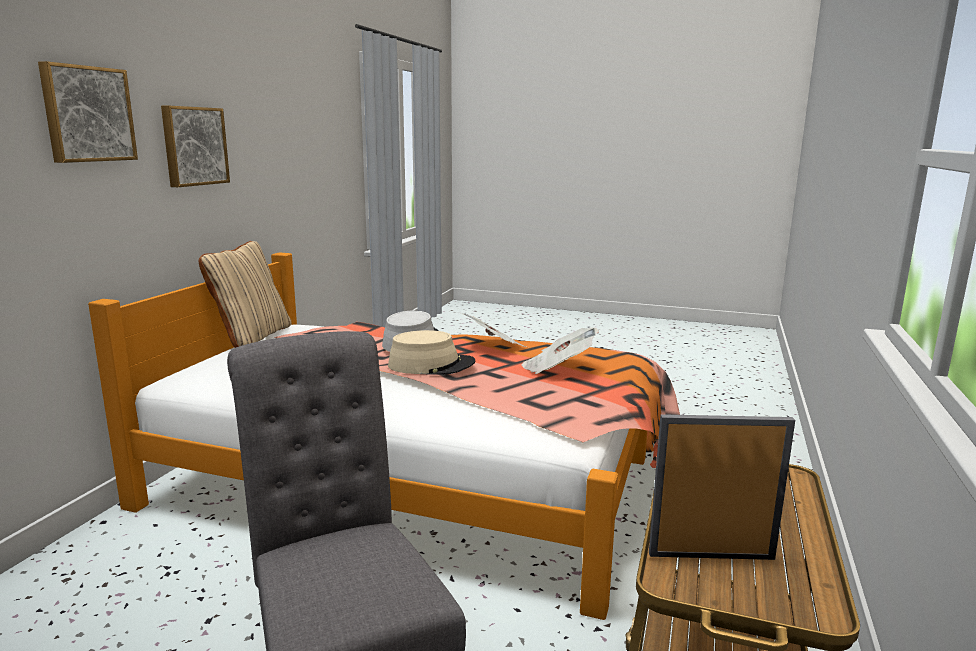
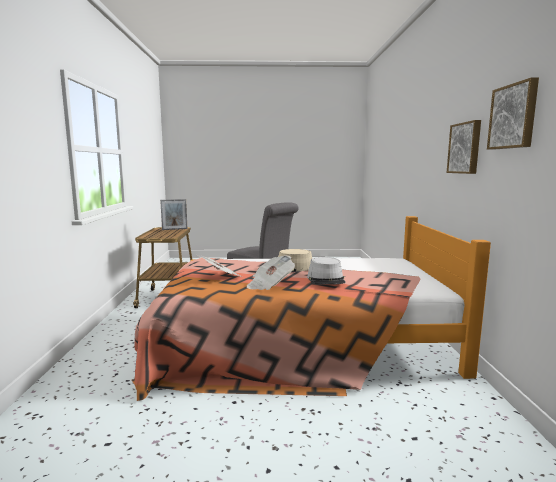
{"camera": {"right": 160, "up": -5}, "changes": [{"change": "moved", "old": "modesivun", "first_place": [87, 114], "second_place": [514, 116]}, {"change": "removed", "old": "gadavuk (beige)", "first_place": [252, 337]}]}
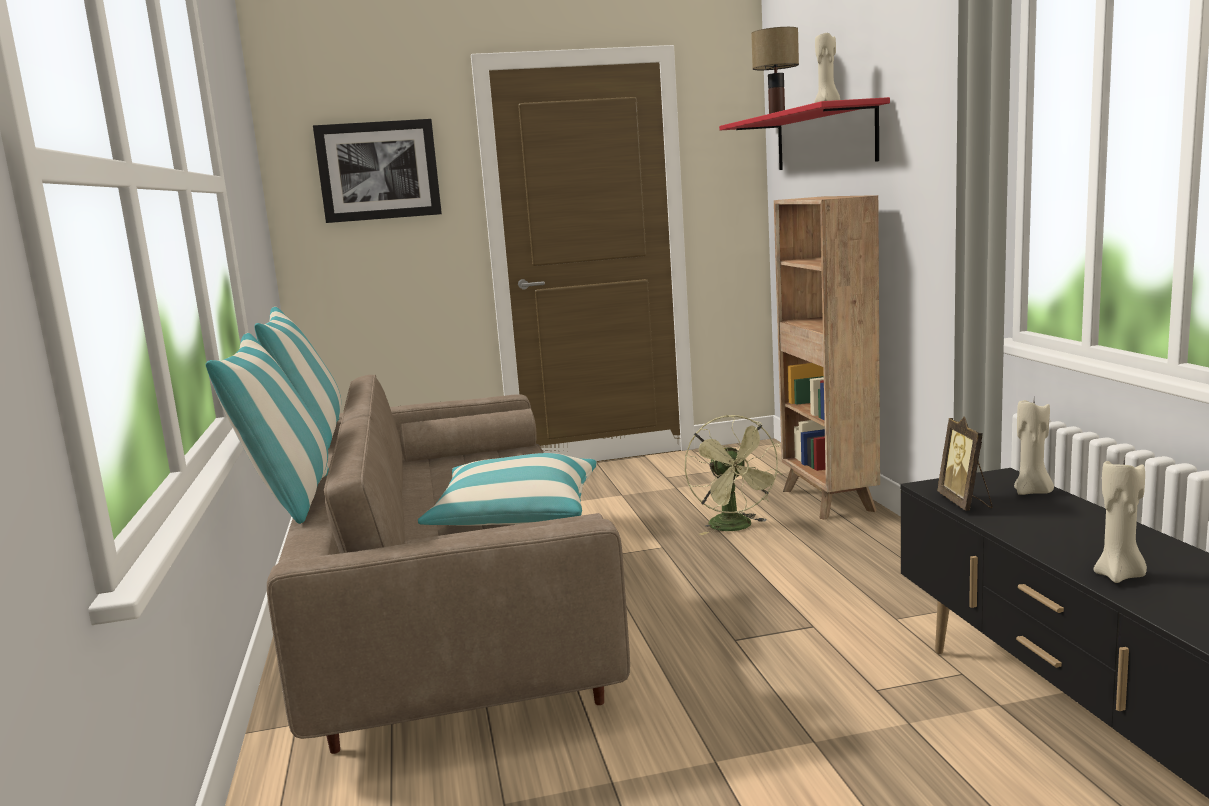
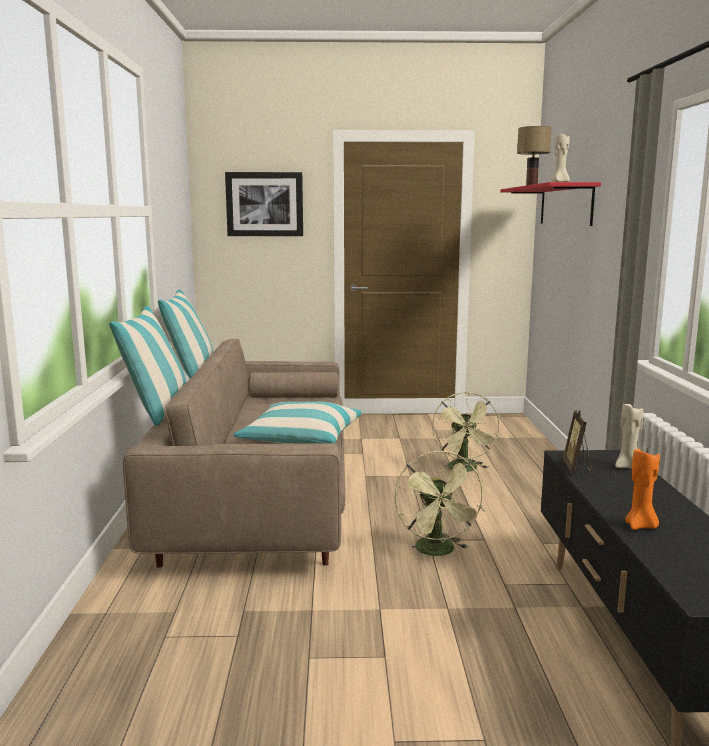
{"camera": {"right": 10, "up": 0}, "changes": [{"change": "removed", "old": "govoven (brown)", "first_place": [828, 501]}, {"change": "recoloured", "old": "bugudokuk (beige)", "new": "bugudokuk (orange)", "first_place": [1119, 576], "second_place": [640, 526]}, {"change": "added", "new": "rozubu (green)", "second_place": [438, 552]}]}
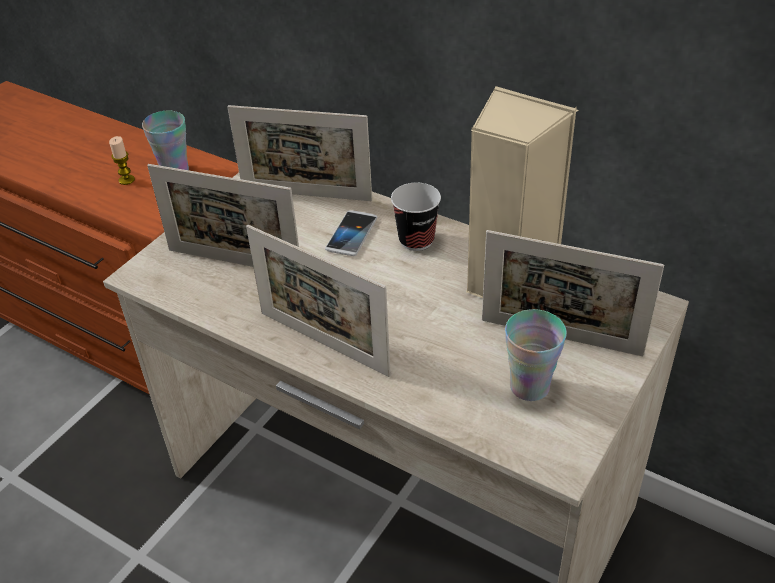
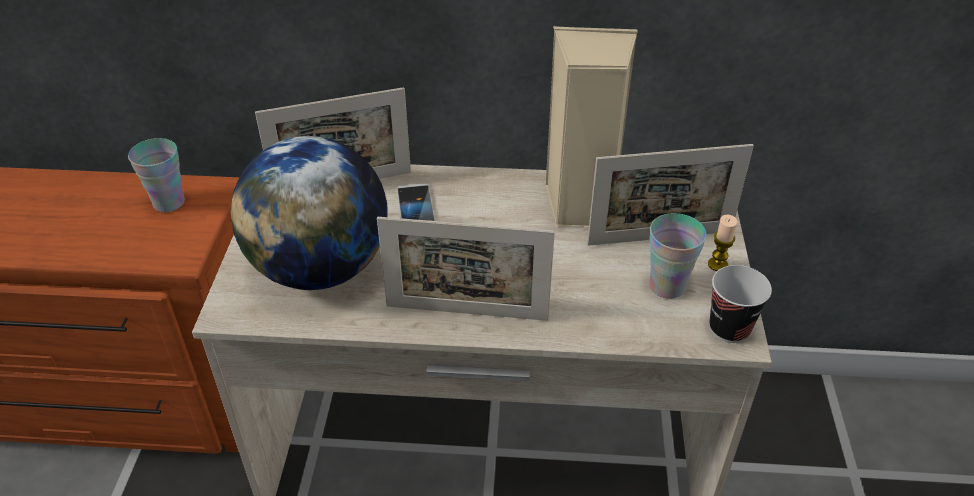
{"camera": {"right": -30, "up": 0}, "changes": [{"change": "moved", "old": "bugudokuk", "first_place": [126, 180], "second_place": [717, 264]}, {"change": "replaced", "old": "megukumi", "new": "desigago", "first_place": [234, 262], "second_place": [321, 268]}, {"change": "moved", "old": "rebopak", "first_place": [416, 240], "second_place": [729, 328]}]}
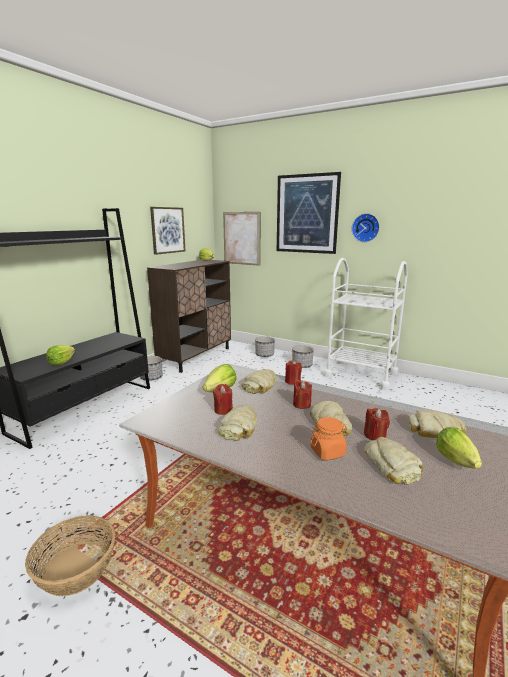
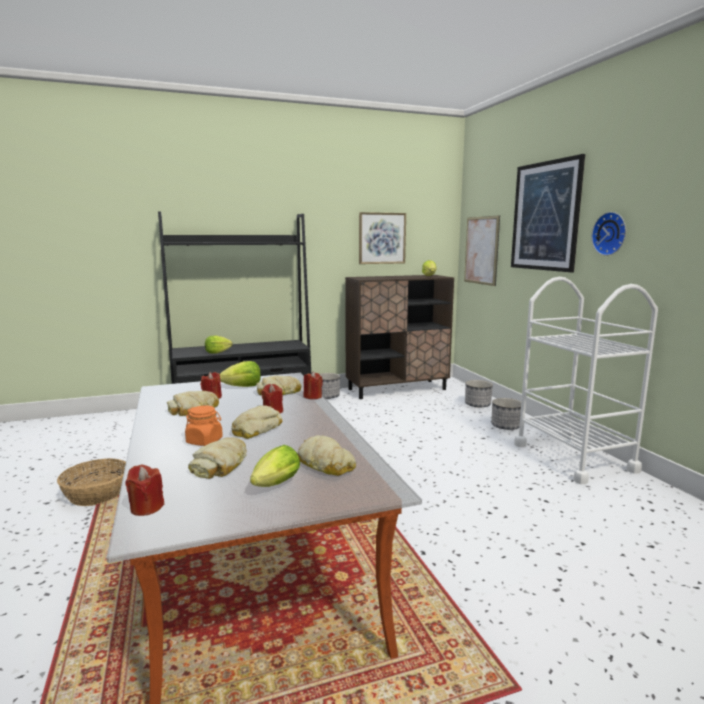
{"camera": {"right": 40, "up": -5}, "changes": [{"change": "moved", "old": "bugudokuk (red)", "first_place": [375, 435], "second_place": [146, 507]}]}
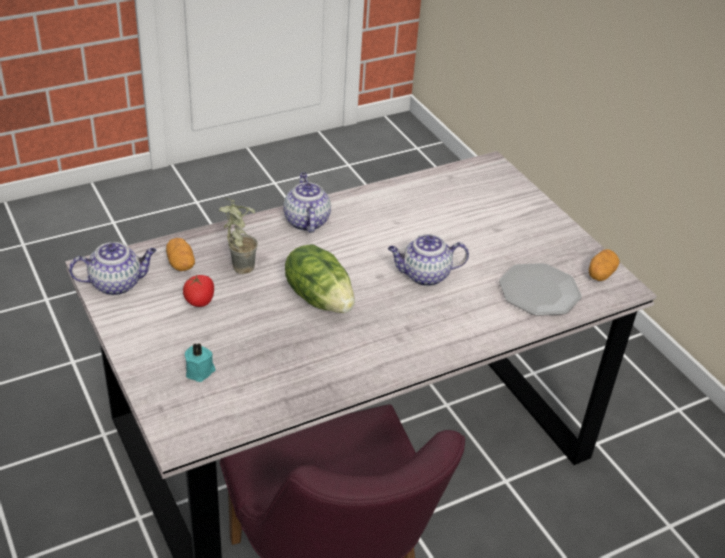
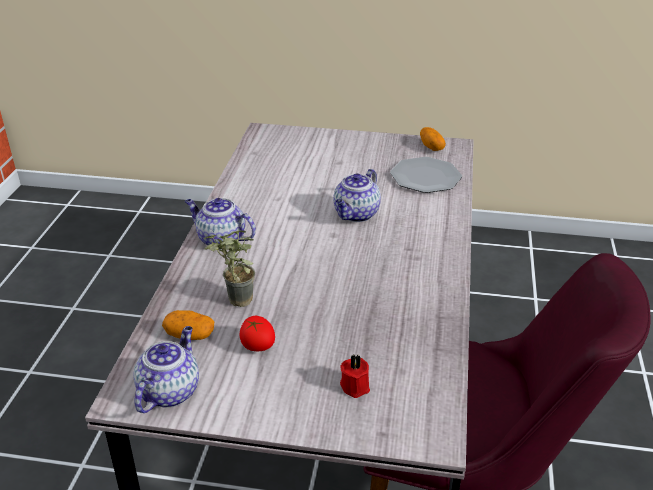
{"camera": {"right": -50, "up": -5}, "changes": [{"change": "recoloured", "old": "bugudokuk (turquoise)", "new": "bugudokuk (red)", "first_place": [200, 371], "second_place": [355, 385]}, {"change": "removed", "old": "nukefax", "first_place": [320, 298]}]}
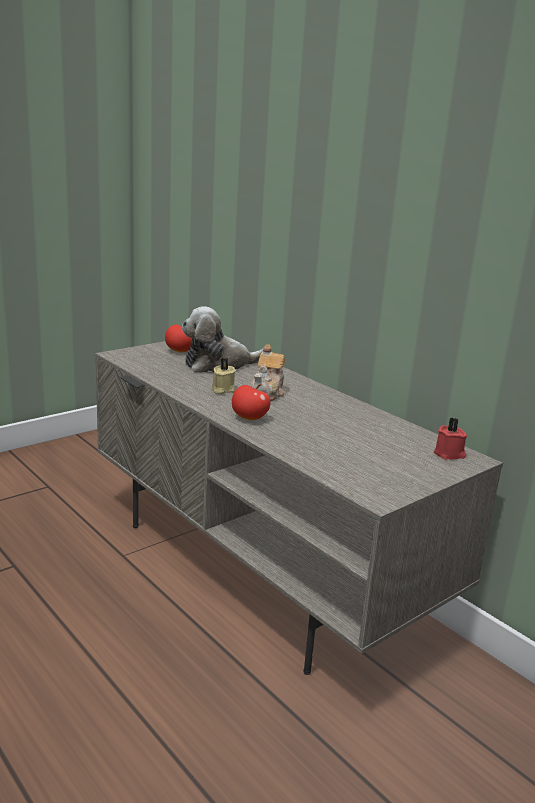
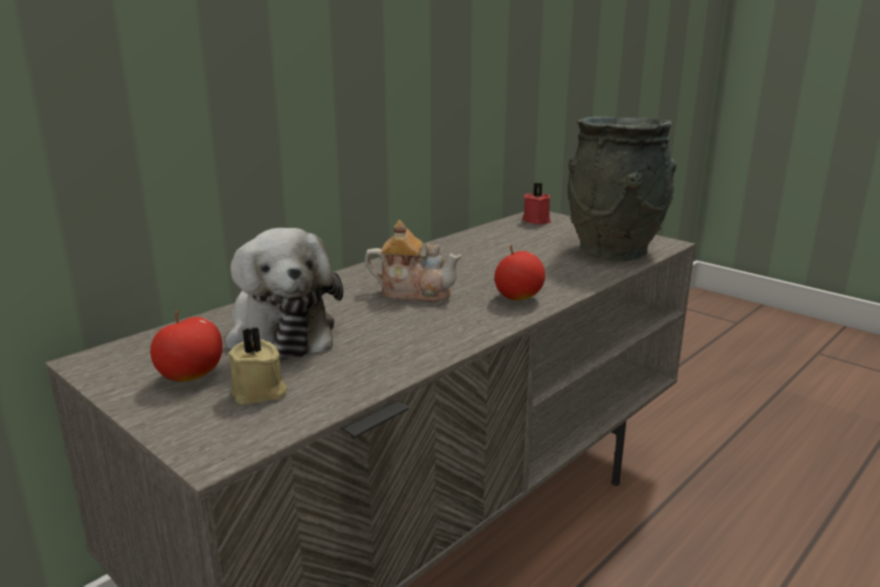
{"camera": {"right": -95, "up": 0}, "changes": [{"change": "moved", "old": "bugudokuk (beige)", "first_place": [222, 390], "second_place": [259, 393]}, {"change": "added", "new": "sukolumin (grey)", "second_place": [614, 250]}]}
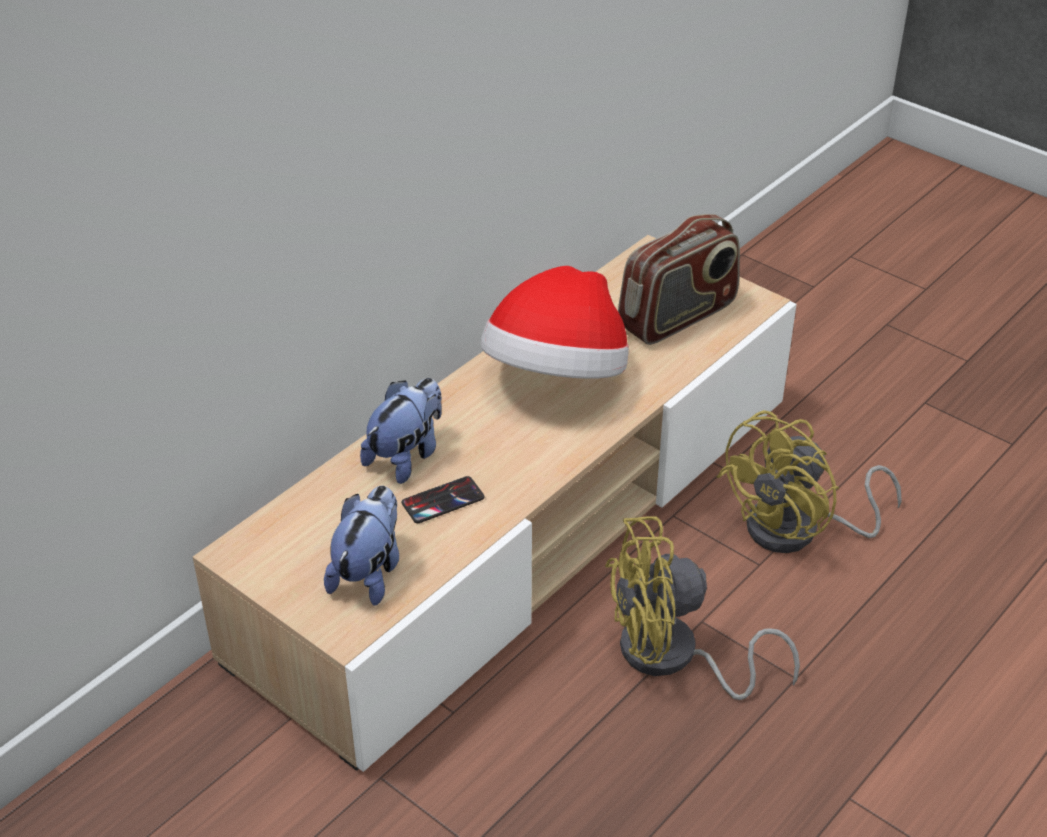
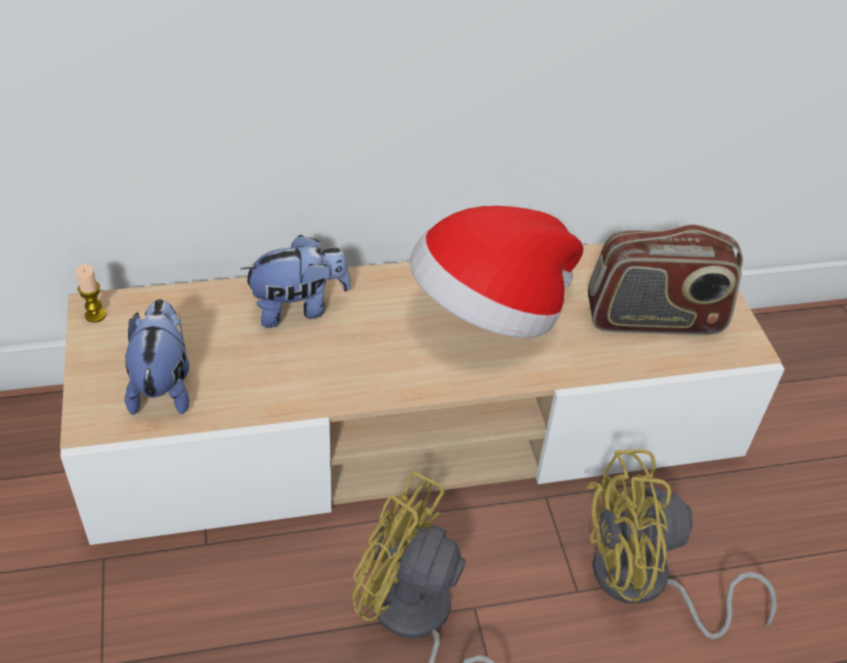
{"camera": {"right": 35, "up": 5}, "changes": [{"change": "turned", "old": "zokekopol", "first_place": [369, 572], "second_place": [163, 385], "degrees": -60}, {"change": "removed", "old": "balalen", "first_place": [443, 500]}, {"change": "added", "new": "bugudokuk", "second_place": [95, 315]}]}
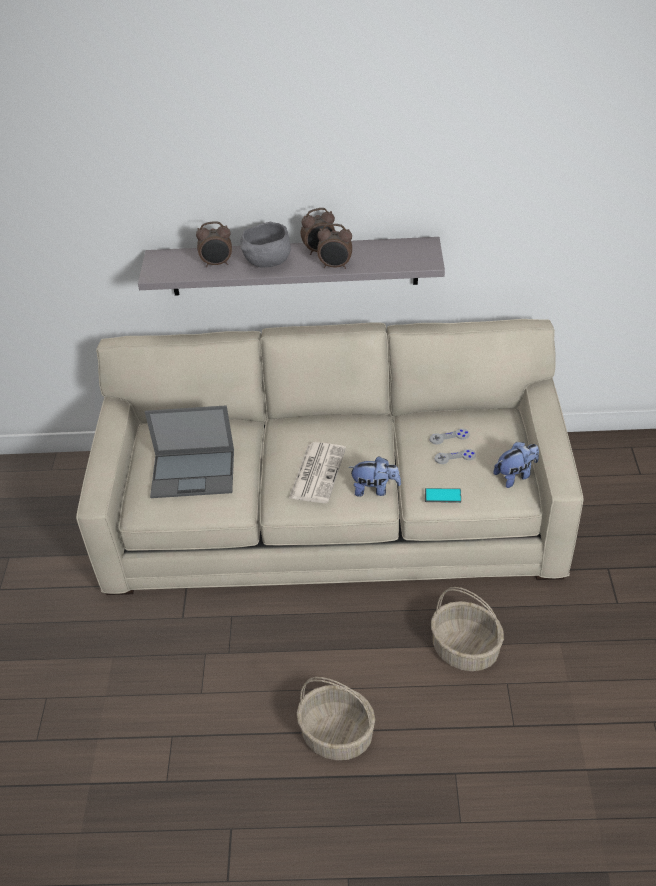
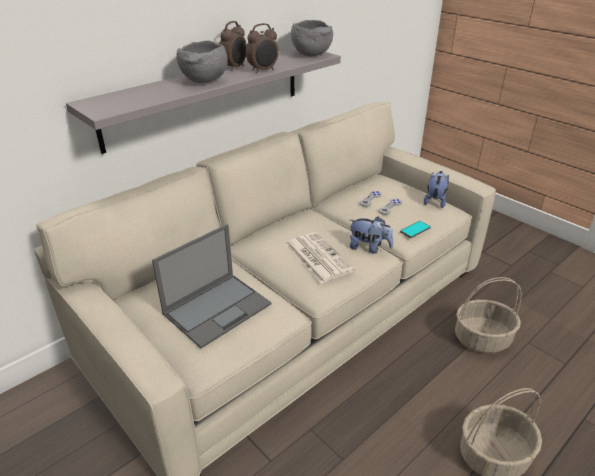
{"camera": {"right": -45, "up": -10}, "changes": [{"change": "removed", "old": "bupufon", "first_place": [217, 264]}, {"change": "turned", "old": "zokekopol", "first_place": [375, 489], "second_place": [369, 248], "degrees": 60}, {"change": "added", "new": "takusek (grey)", "second_place": [310, 55]}]}
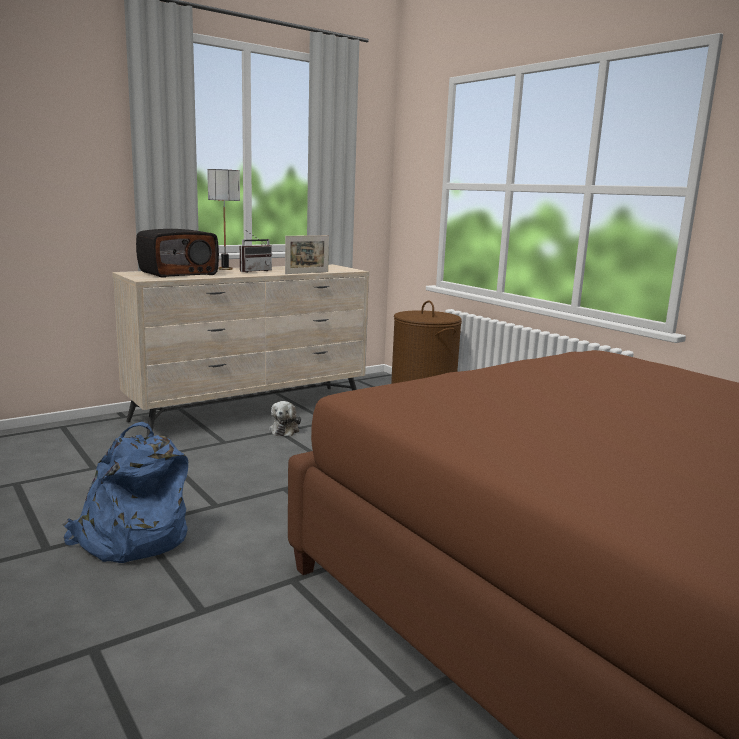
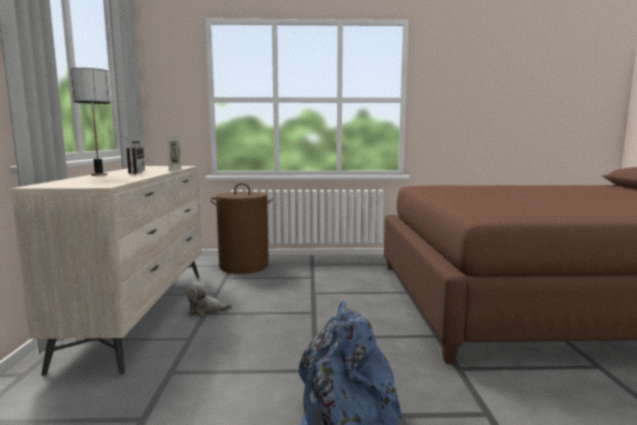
{"camera": {"right": -55, "up": -5}, "changes": [{"change": "removed", "old": "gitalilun", "first_place": [178, 273]}, {"change": "turned", "old": "zokekopol", "first_place": [285, 430], "second_place": [206, 310], "degrees": 135}]}
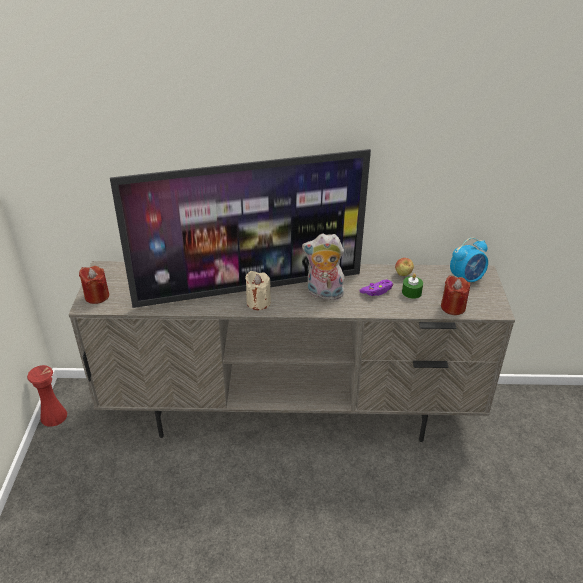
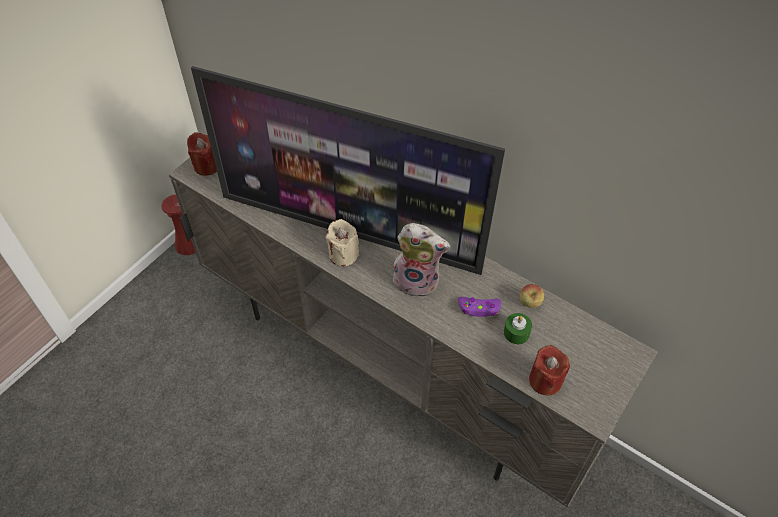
{"camera": {"right": 35, "up": 15}, "changes": [{"change": "turned", "old": "zokekopol", "first_place": [323, 294], "second_place": [418, 281], "degrees": 150}, {"change": "removed", "old": "bupufon", "first_place": [466, 279]}]}
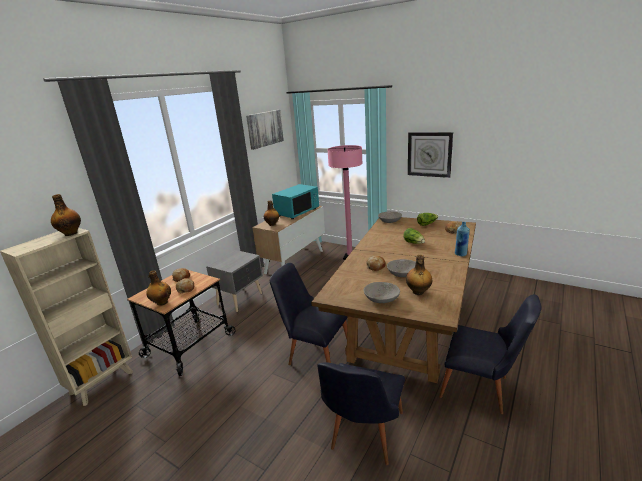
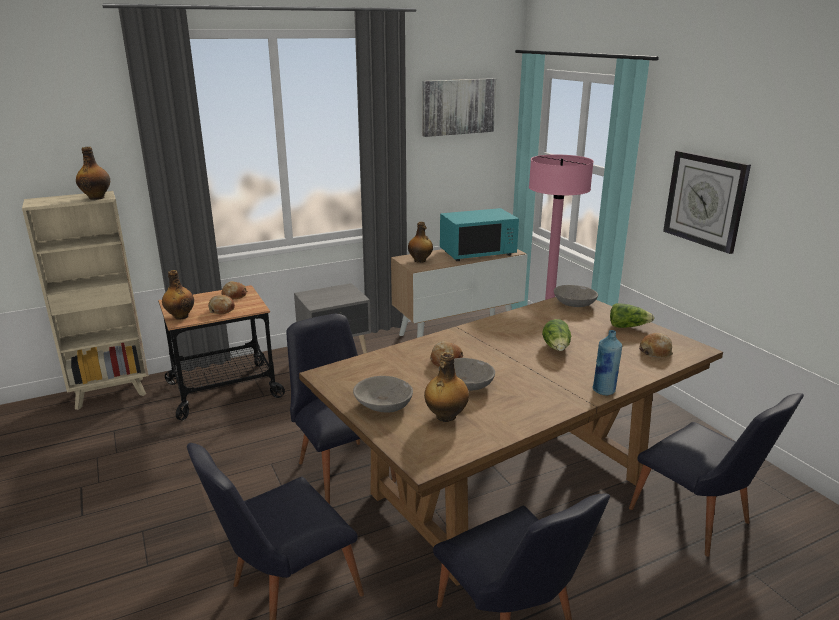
{"camera": {"right": 30, "up": 0}, "changes": [{"change": "added", "new": "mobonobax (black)", "second_place": [698, 522]}]}
